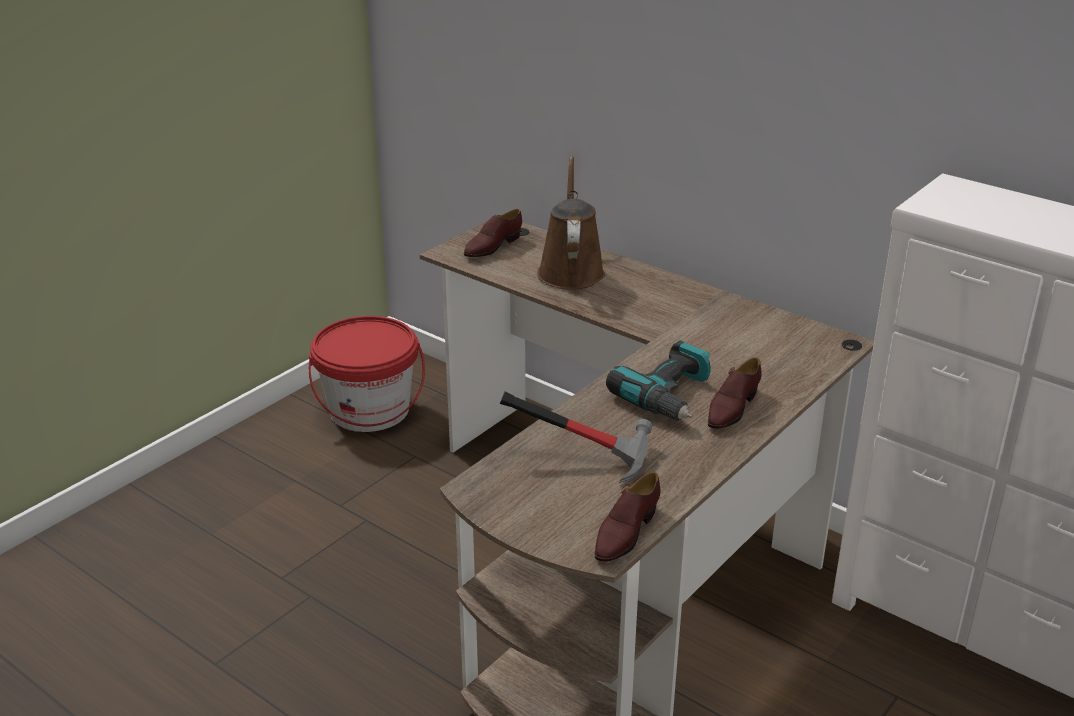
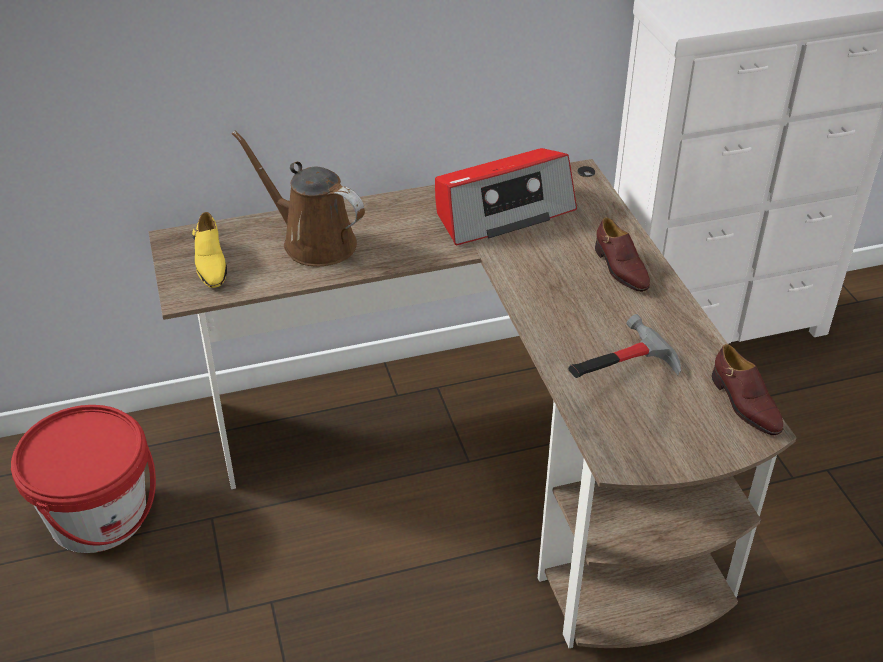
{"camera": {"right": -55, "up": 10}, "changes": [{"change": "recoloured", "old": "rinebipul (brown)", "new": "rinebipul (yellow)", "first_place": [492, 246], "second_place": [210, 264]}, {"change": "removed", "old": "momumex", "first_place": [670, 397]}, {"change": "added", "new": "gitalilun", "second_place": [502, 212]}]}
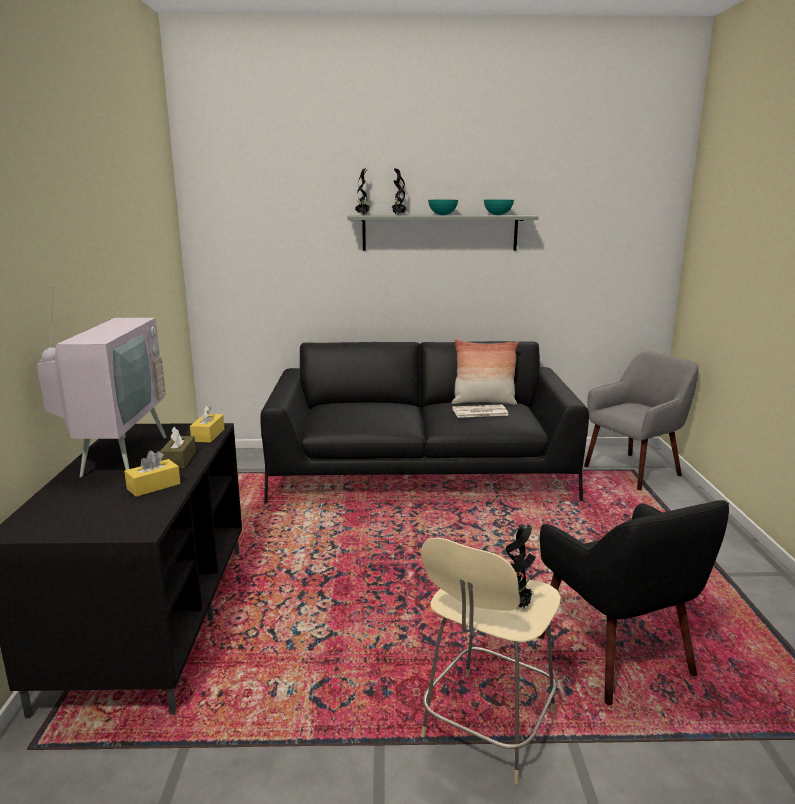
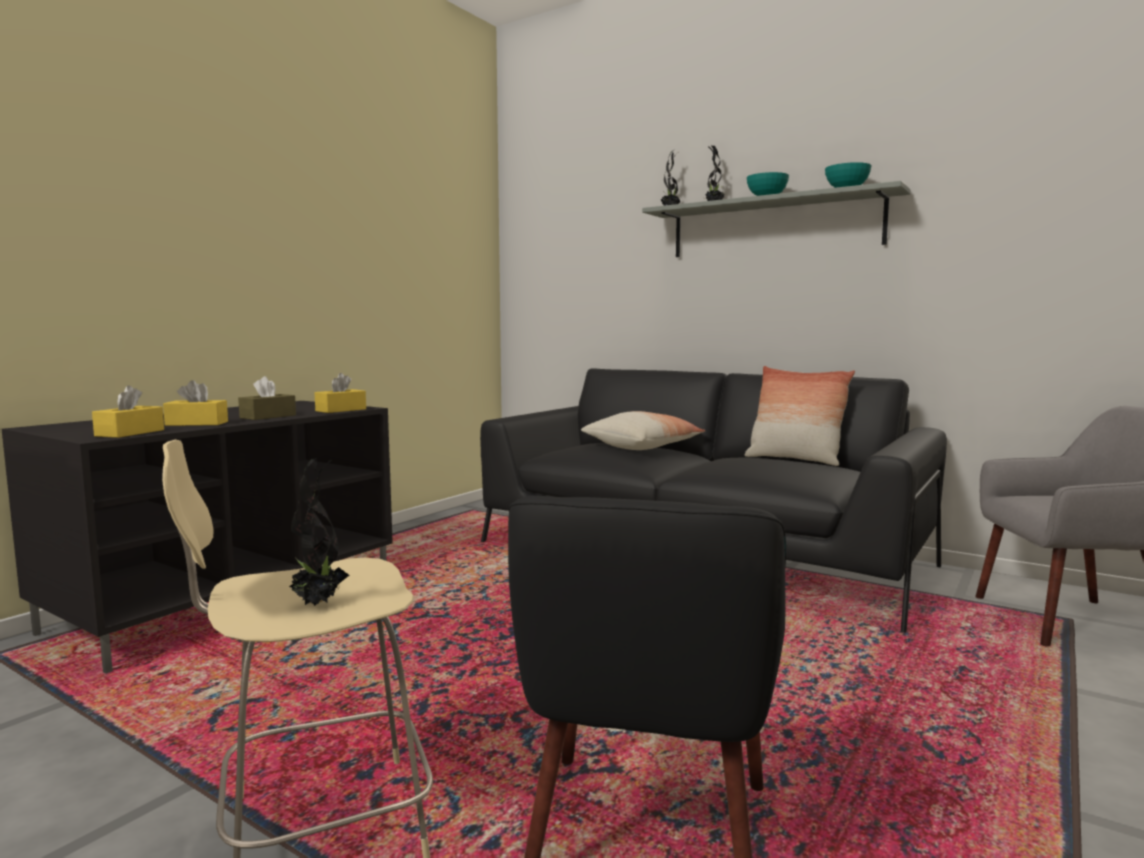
{"camera": {"right": 35, "up": -10}, "changes": [{"change": "removed", "old": "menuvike", "first_place": [116, 455]}, {"change": "removed", "old": "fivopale", "first_place": [479, 412]}, {"change": "added", "new": "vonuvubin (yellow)", "second_place": [130, 433]}, {"change": "added", "new": "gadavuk", "second_place": [642, 447]}]}
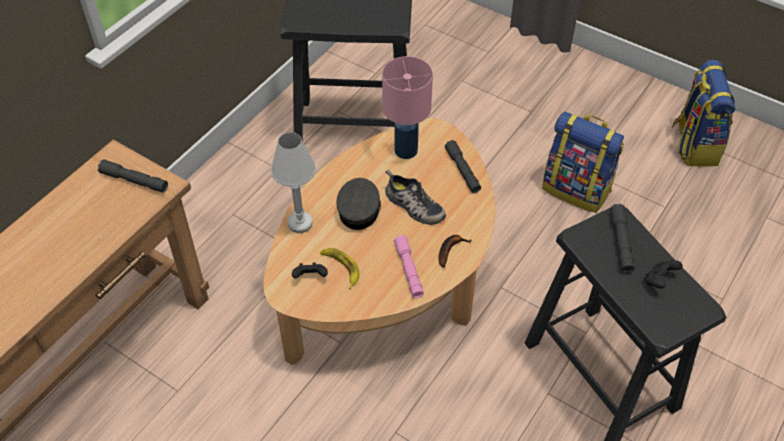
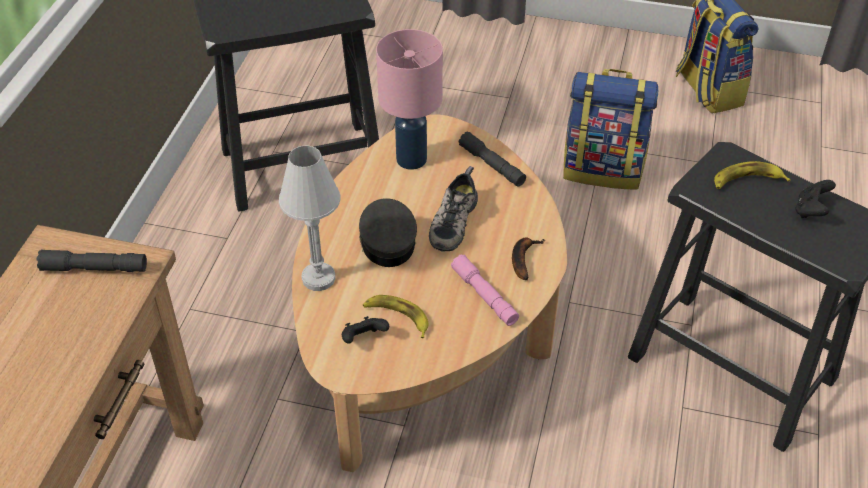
{"camera": {"right": -20, "up": -5}, "changes": [{"change": "turned", "old": "rinebipul", "first_place": [413, 206], "second_place": [452, 220], "degrees": 90}, {"change": "replaced", "old": "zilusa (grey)", "new": "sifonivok", "first_place": [621, 242], "second_place": [746, 181]}]}
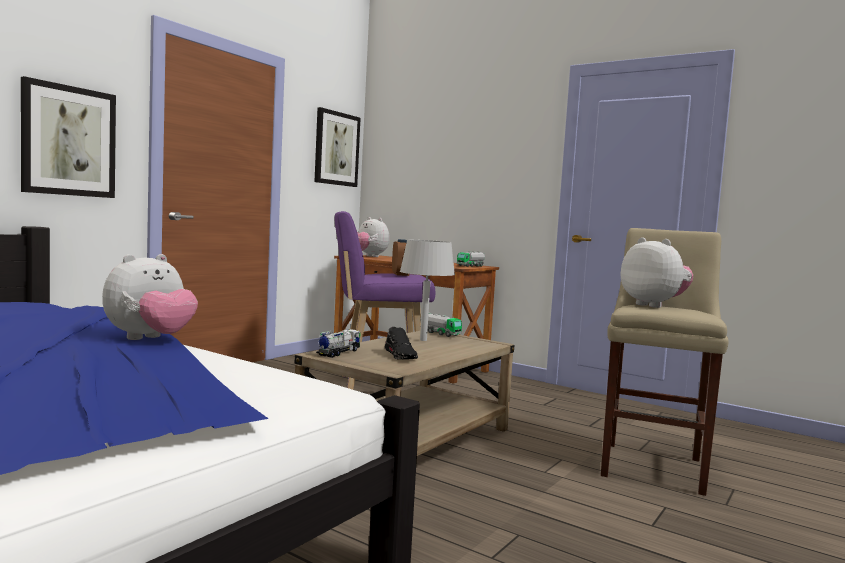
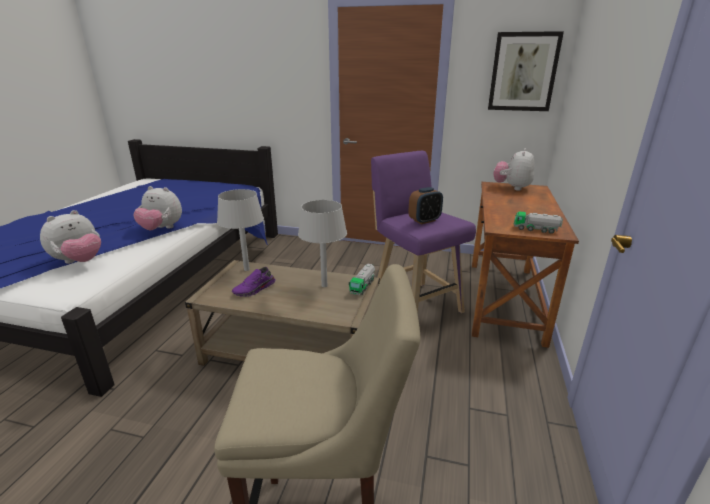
{"camera": {"right": 70, "up": 20}, "changes": [{"change": "removed", "old": "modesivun", "first_place": [69, 141]}, {"change": "replaced", "old": "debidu", "new": "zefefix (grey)", "first_place": [338, 353], "second_place": [246, 269]}, {"change": "recoloured", "old": "rinebipul (black)", "new": "rinebipul (purple)", "first_place": [401, 356], "second_place": [255, 289]}, {"change": "moved", "old": "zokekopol", "first_place": [654, 305], "second_place": [79, 261]}]}
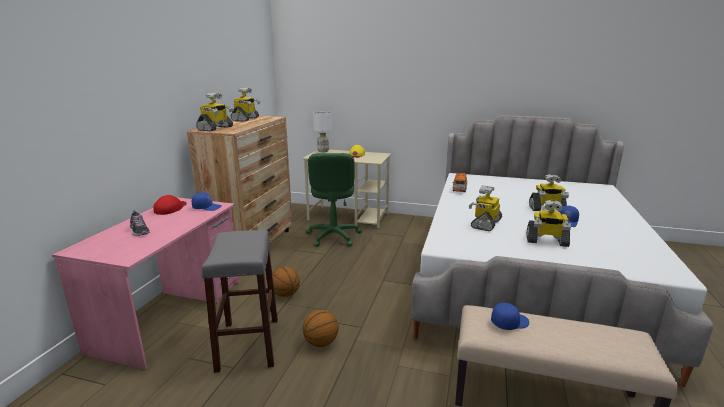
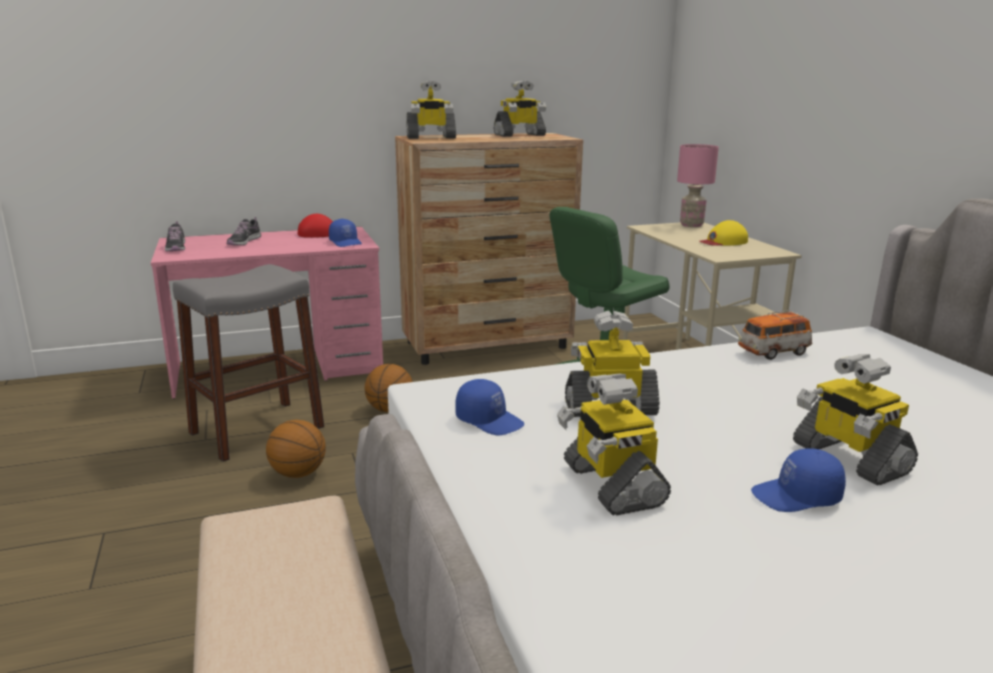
{"camera": {"right": 55, "up": 0}, "changes": [{"change": "recoloured", "old": "zefefix (white)", "new": "zefefix (pink)", "first_place": [323, 151], "second_place": [691, 225]}, {"change": "moved", "old": "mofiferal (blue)", "first_place": [509, 322], "second_place": [490, 421]}, {"change": "added", "new": "rinebipul", "second_place": [176, 248]}]}
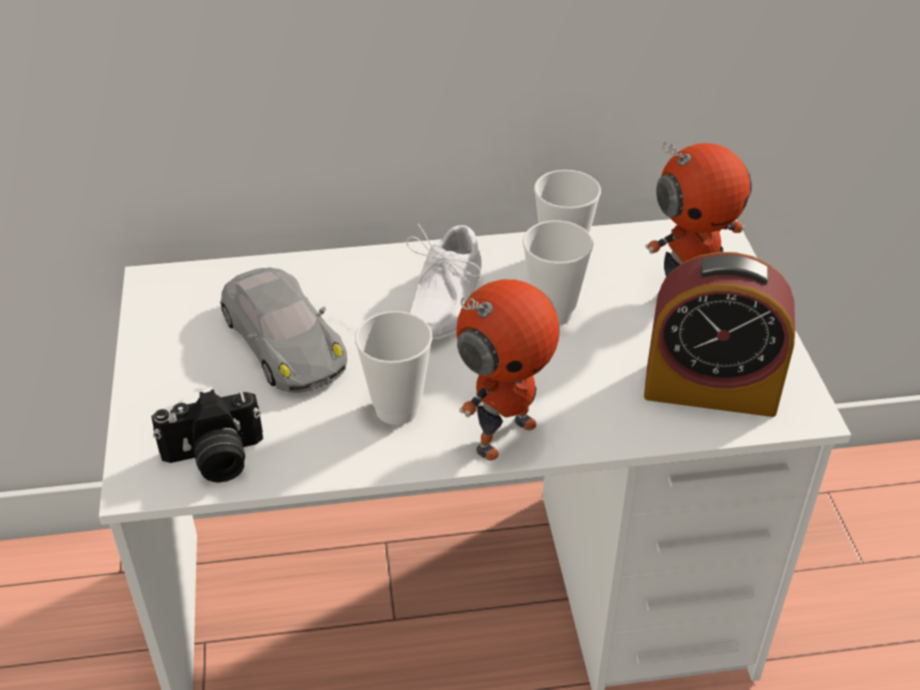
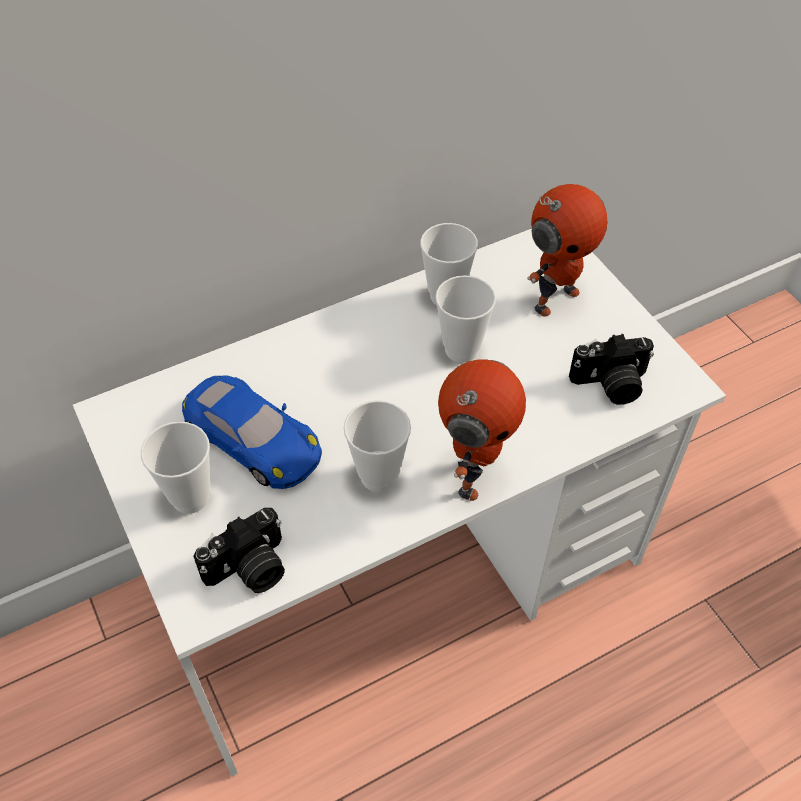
{"camera": {"right": -20, "up": 10}, "changes": [{"change": "recoloured", "old": "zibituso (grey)", "new": "zibituso (blue)", "first_place": [284, 340], "second_place": [252, 438]}, {"change": "removed", "old": "rinebipul (white)", "first_place": [440, 302]}, {"change": "replaced", "old": "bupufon", "new": "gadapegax", "first_place": [710, 389], "second_place": [610, 385]}, {"change": "added", "new": "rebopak", "second_place": [190, 497]}]}
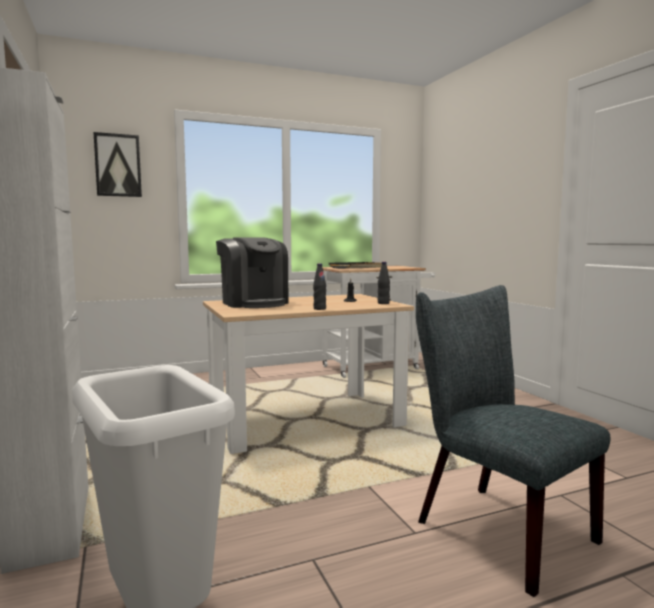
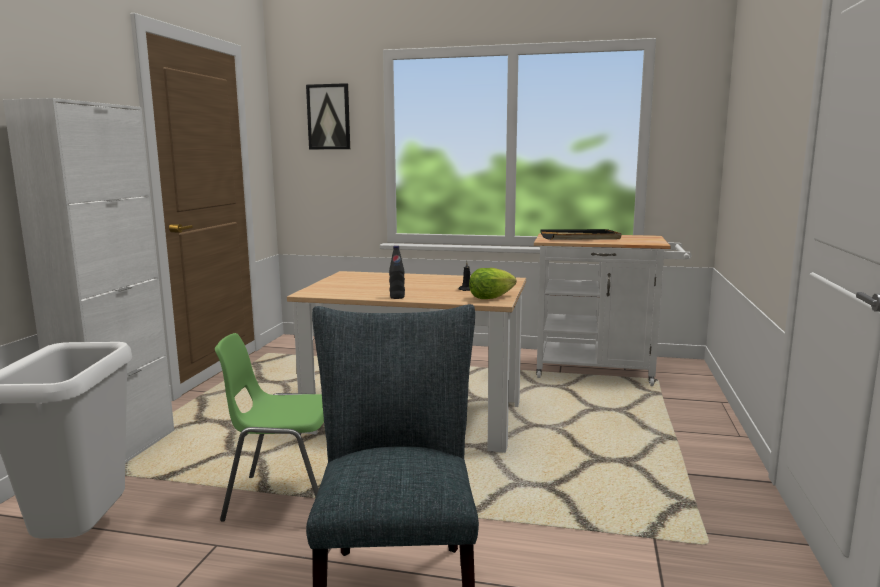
{"camera": {"right": 35, "up": 5}, "changes": [{"change": "removed", "old": "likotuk", "first_place": [254, 303]}, {"change": "replaced", "old": "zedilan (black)", "new": "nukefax", "first_place": [383, 303], "second_place": [490, 298]}, {"change": "added", "new": "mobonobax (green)", "second_place": [285, 498]}]}
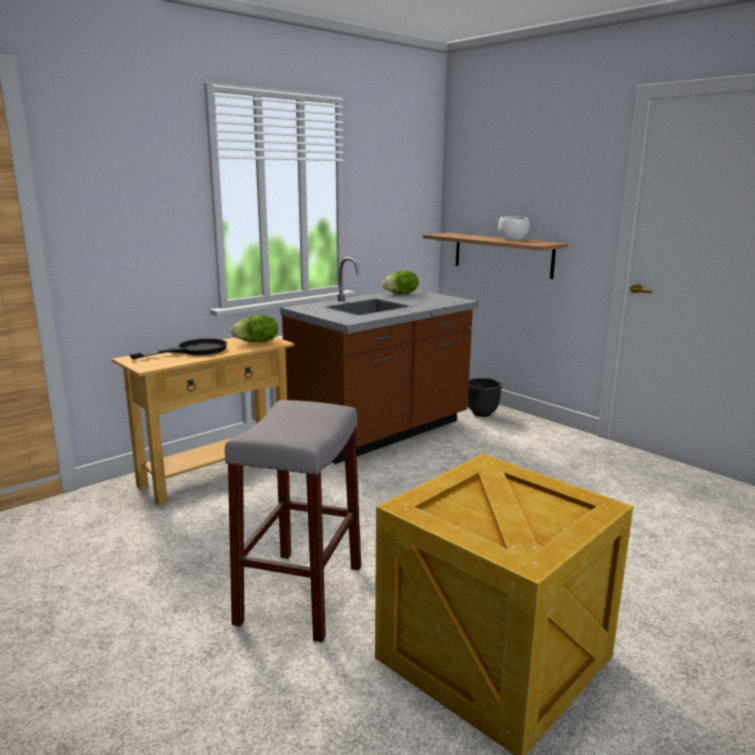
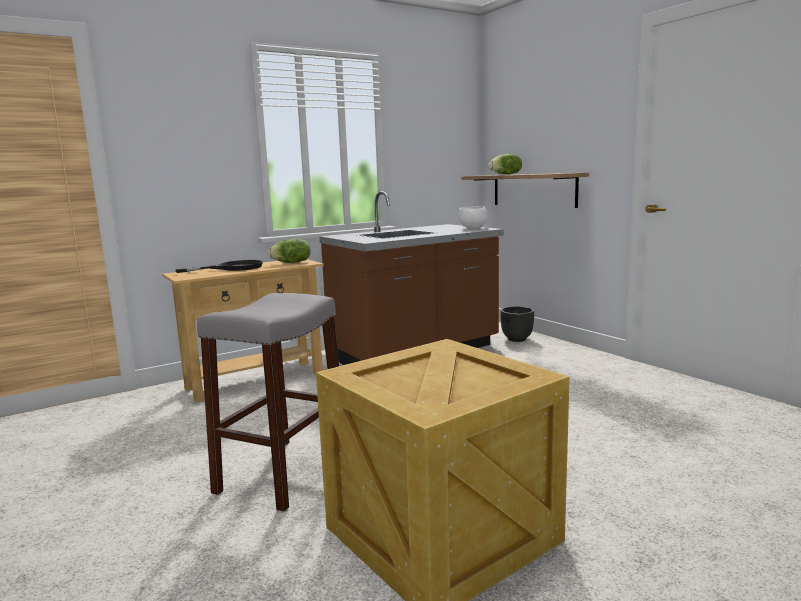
{"camera": {"right": 10, "up": -5}, "changes": [{"change": "moved", "old": "nukefax", "first_place": [401, 293], "second_place": [506, 174]}, {"change": "moved", "old": "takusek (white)", "first_place": [513, 240], "second_place": [473, 228]}]}
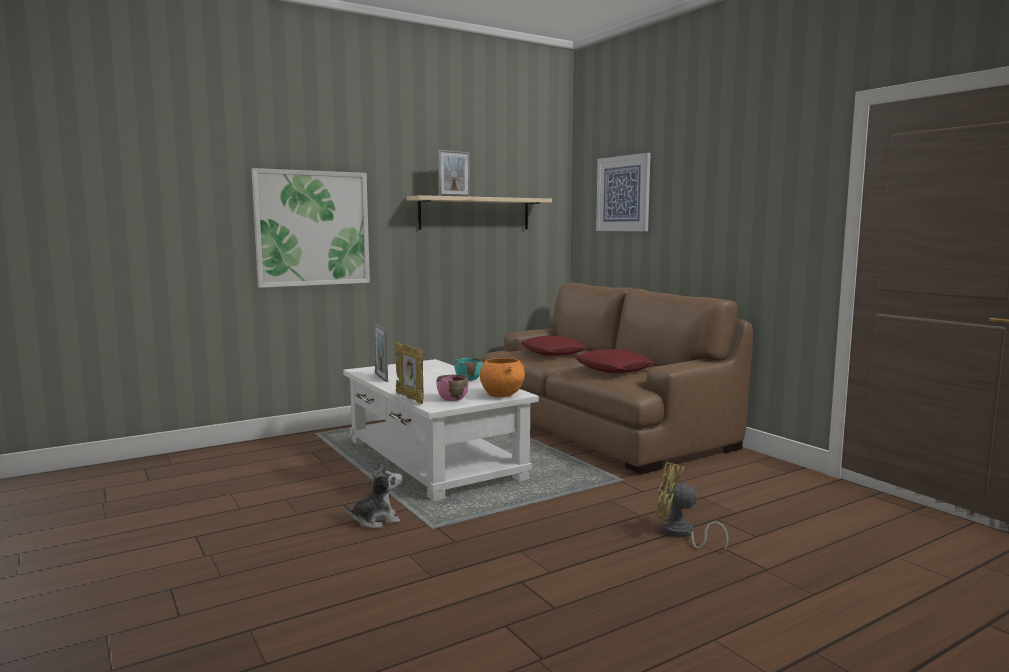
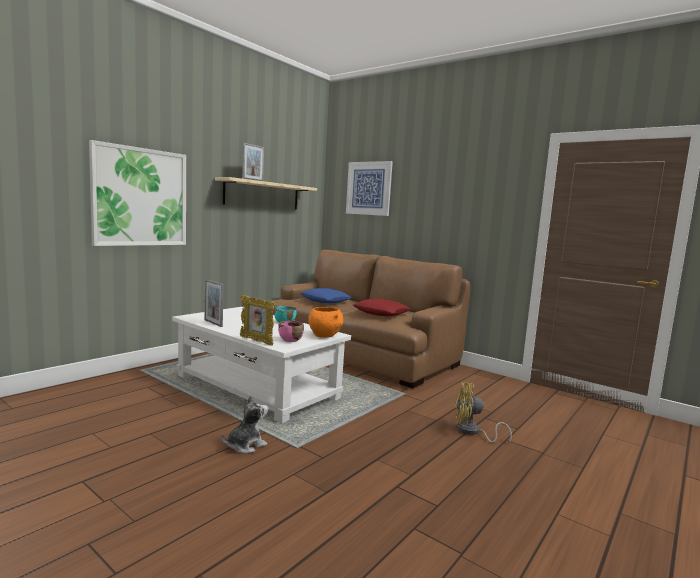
{"camera": {"right": -20, "up": 0}, "changes": [{"change": "recoloured", "old": "gadavuk (red)", "new": "gadavuk (blue)", "first_place": [553, 352], "second_place": [325, 300]}]}
